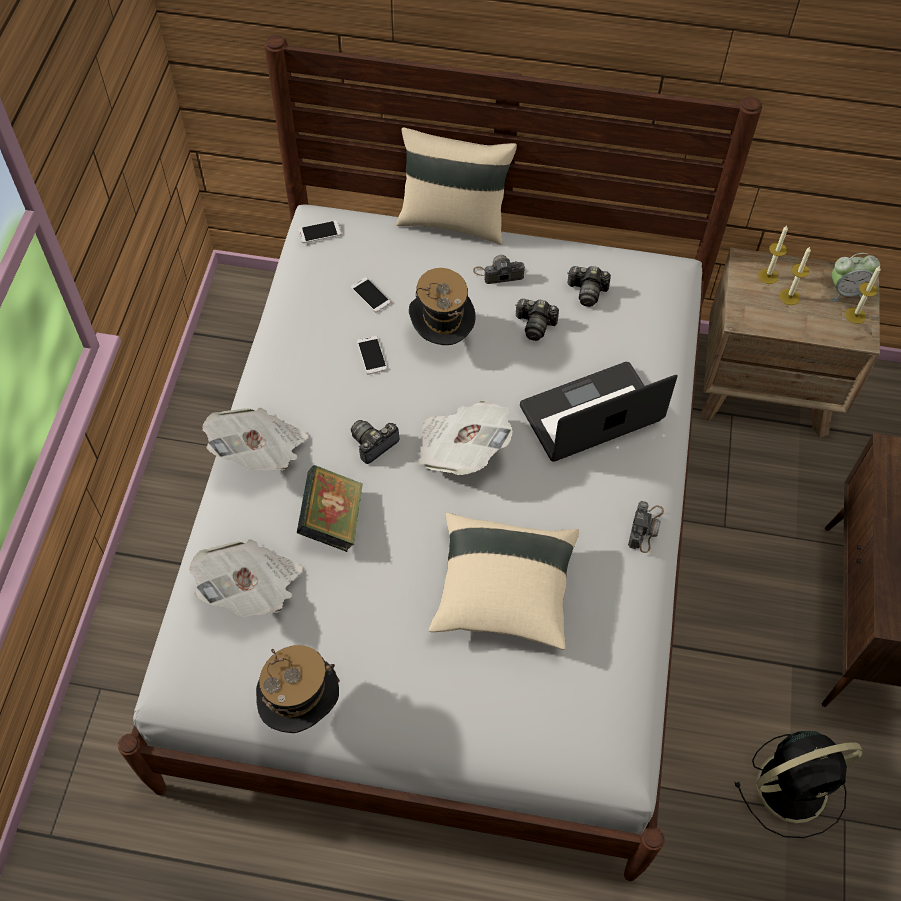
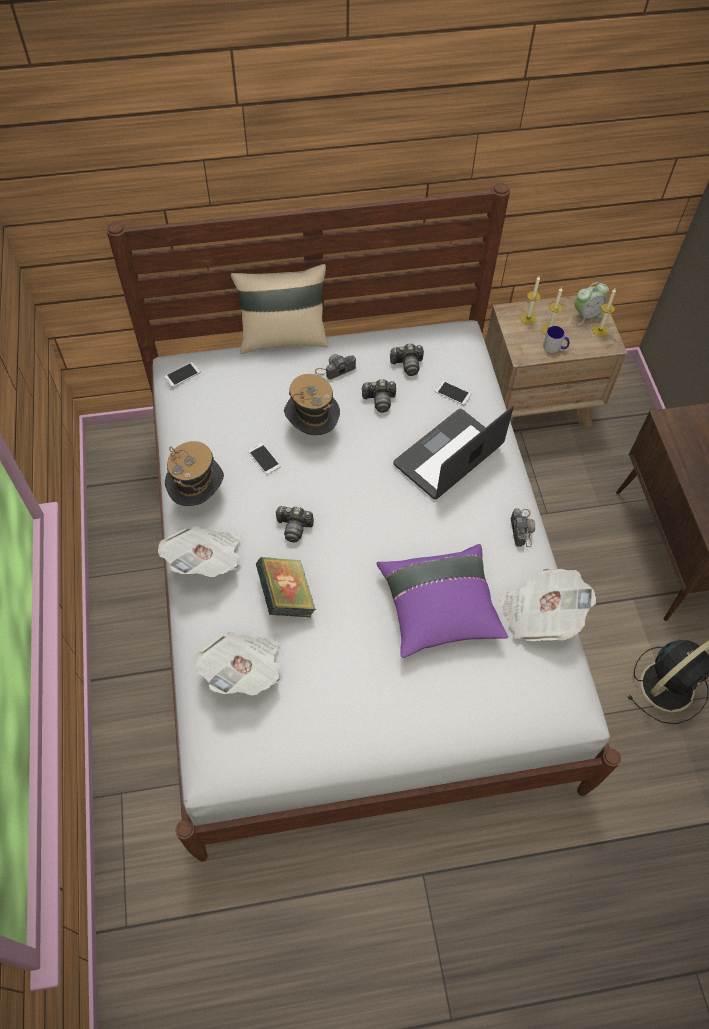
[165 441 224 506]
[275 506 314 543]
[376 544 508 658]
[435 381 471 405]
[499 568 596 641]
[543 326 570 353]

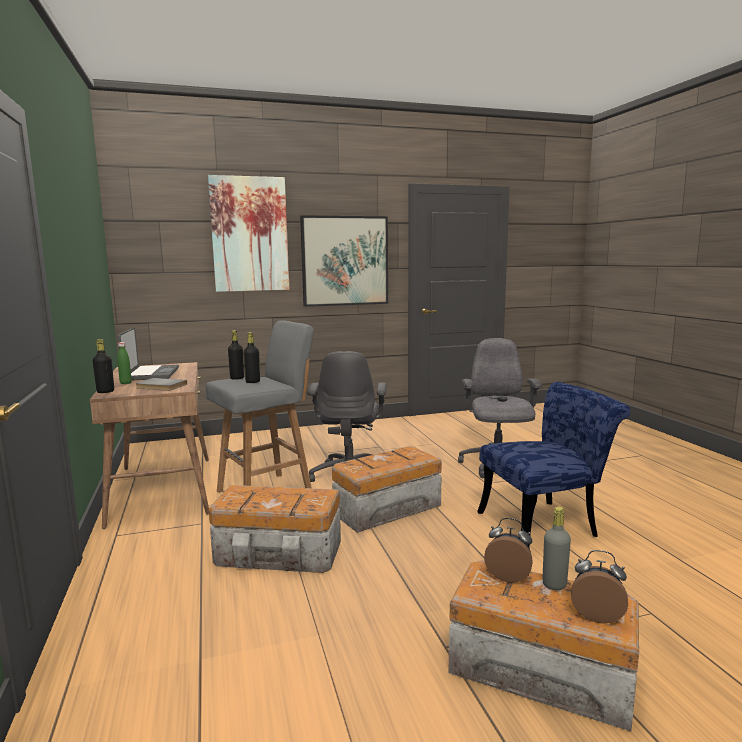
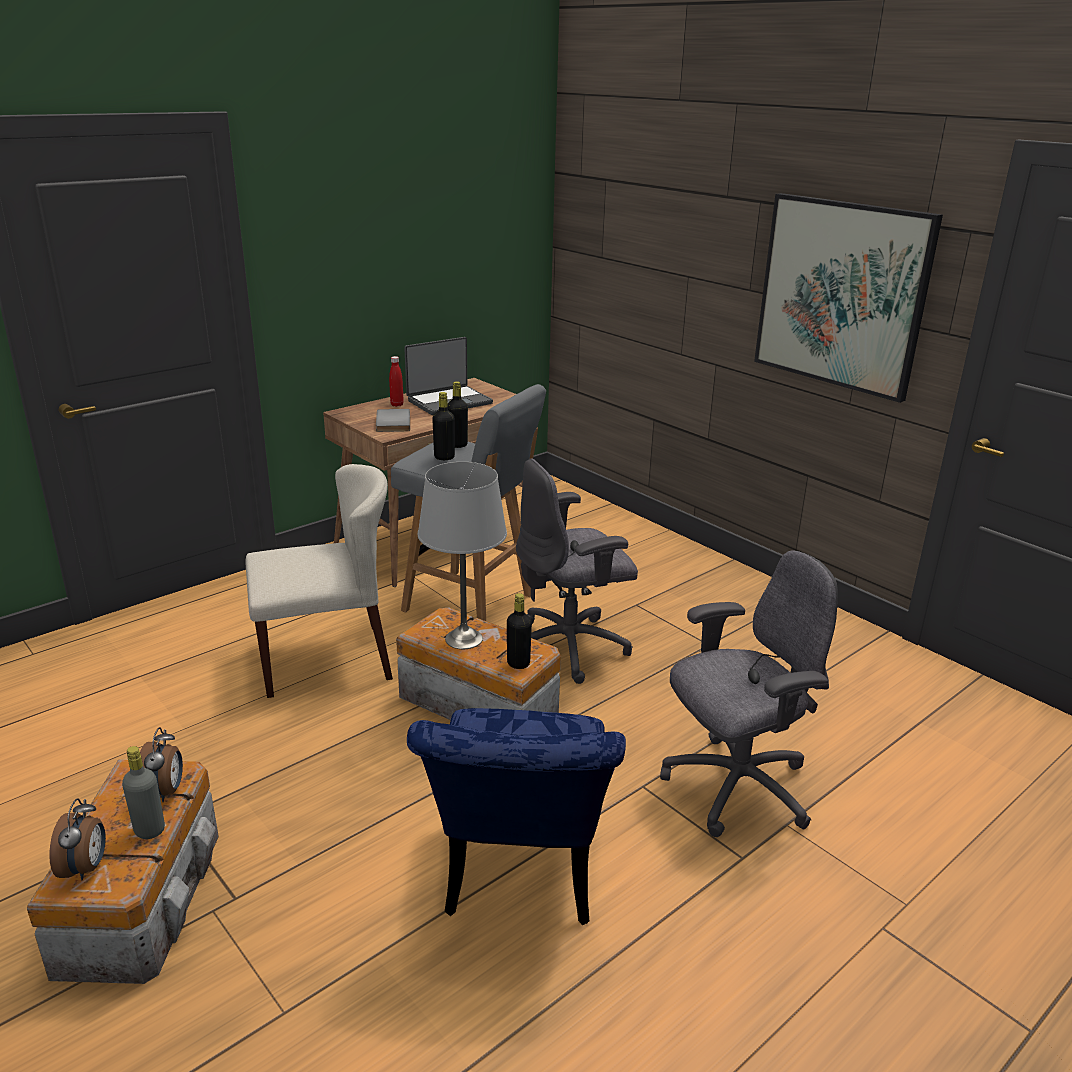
[245 464 393 698]
[389 356 404 407]
[407 708 626 925]
[418 462 507 649]
[507 593 532 669]
[208 175 289 292] (first image)

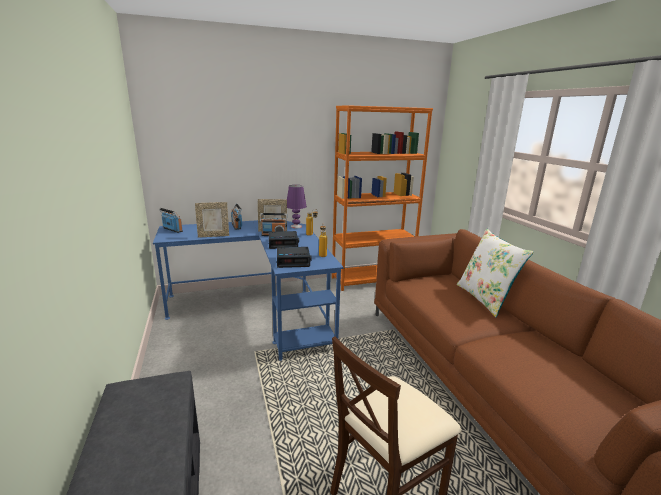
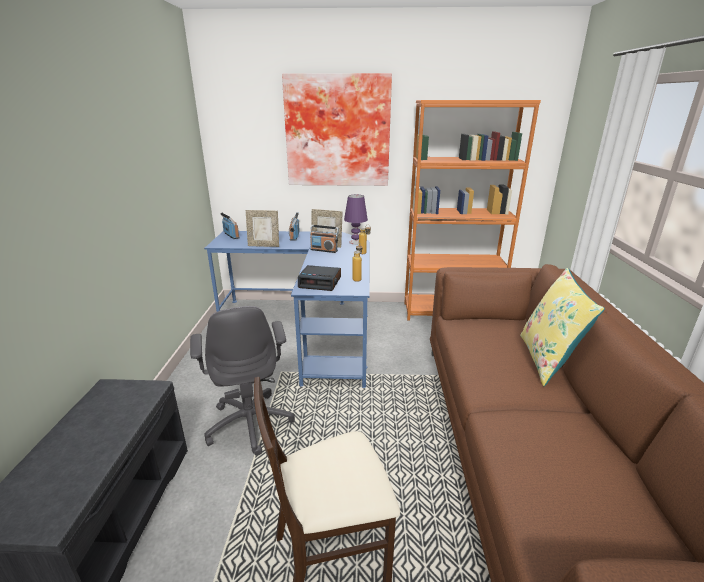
[190 306 295 455]
[282 73 392 186]
[520 268 605 386]
[269 231 299 249] (first image)

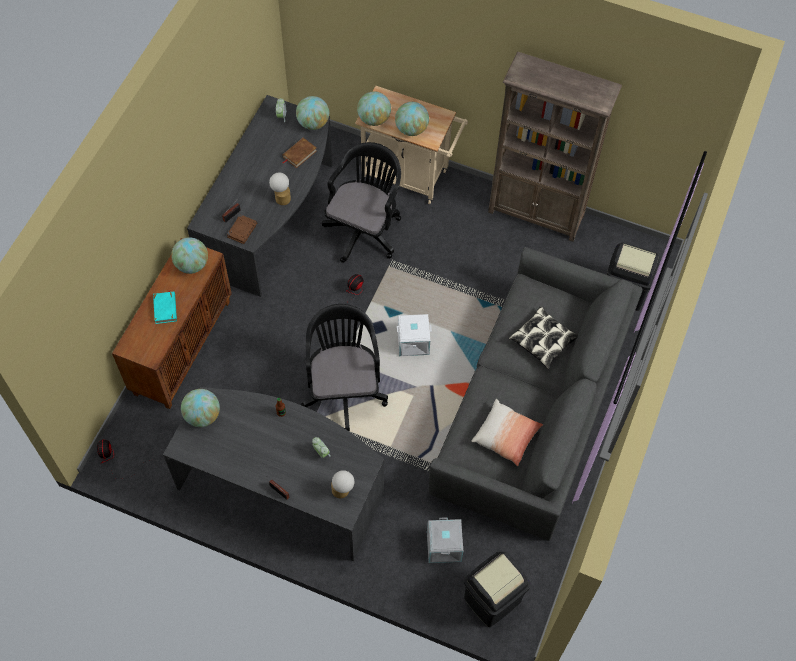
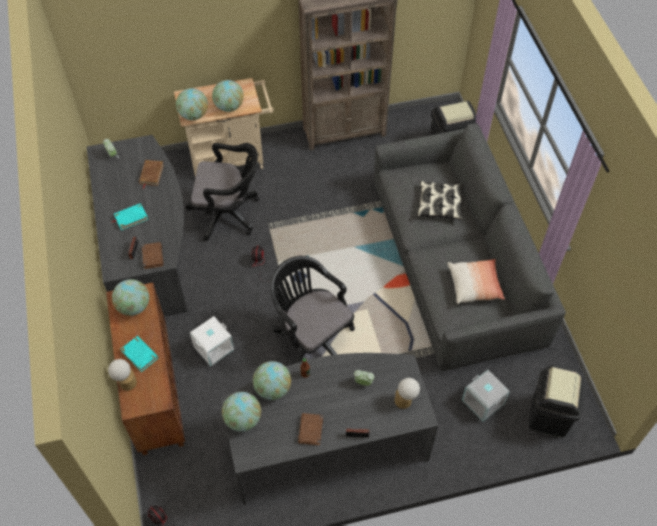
[108 359 137 391]
[111 203 148 230]
[186 143 259 241]
[190 316 234 367]
[253 361 291 400]
[298 413 323 445]

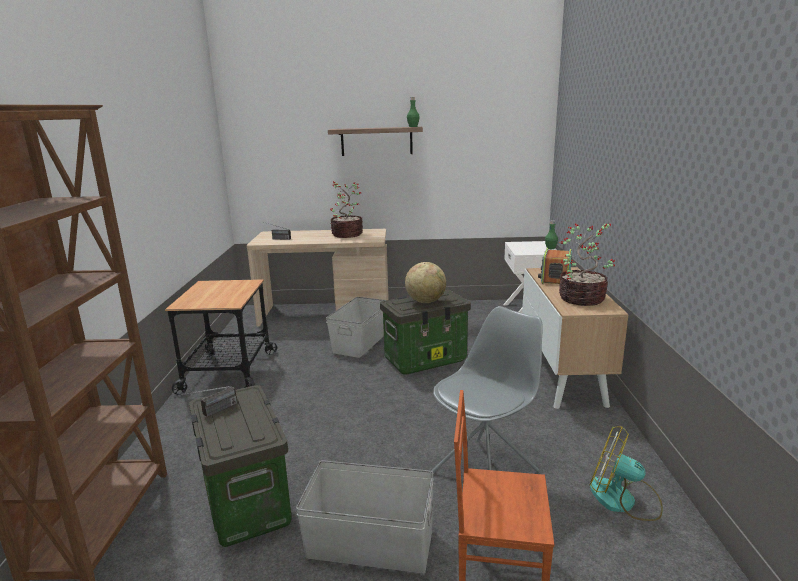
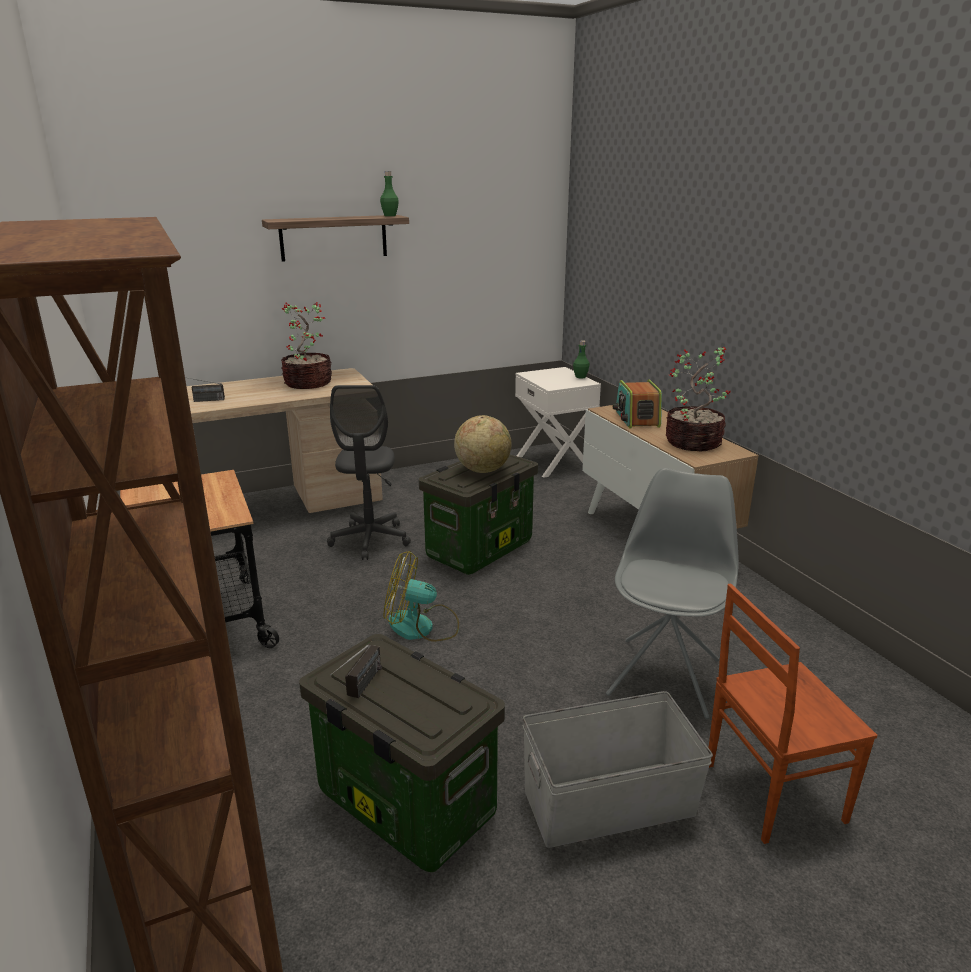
[327 385 411 560]
[384 551 459 642]

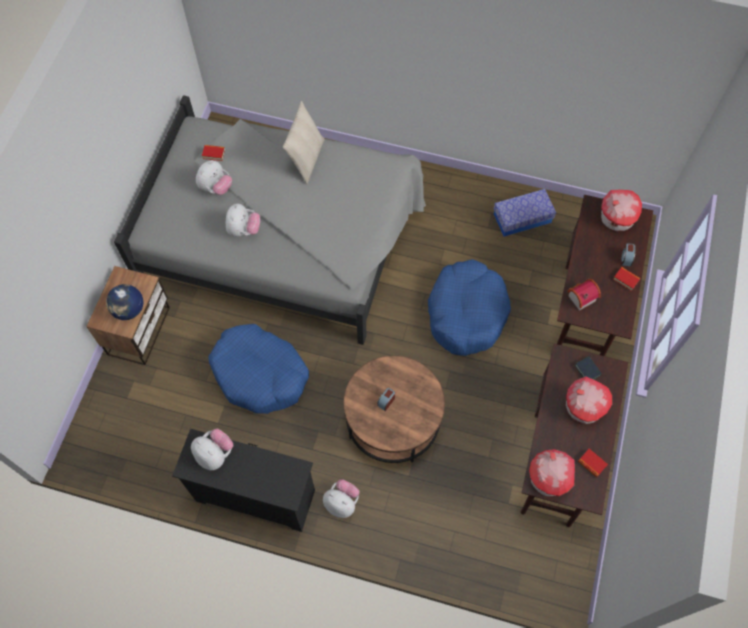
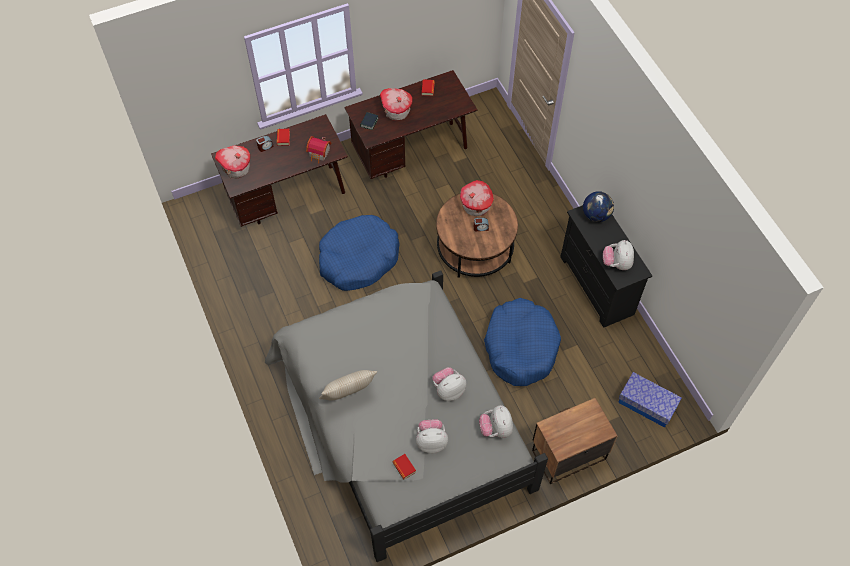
[460 180 494 216]
[479 405 513 438]
[583 191 614 222]
[618 372 682 428]

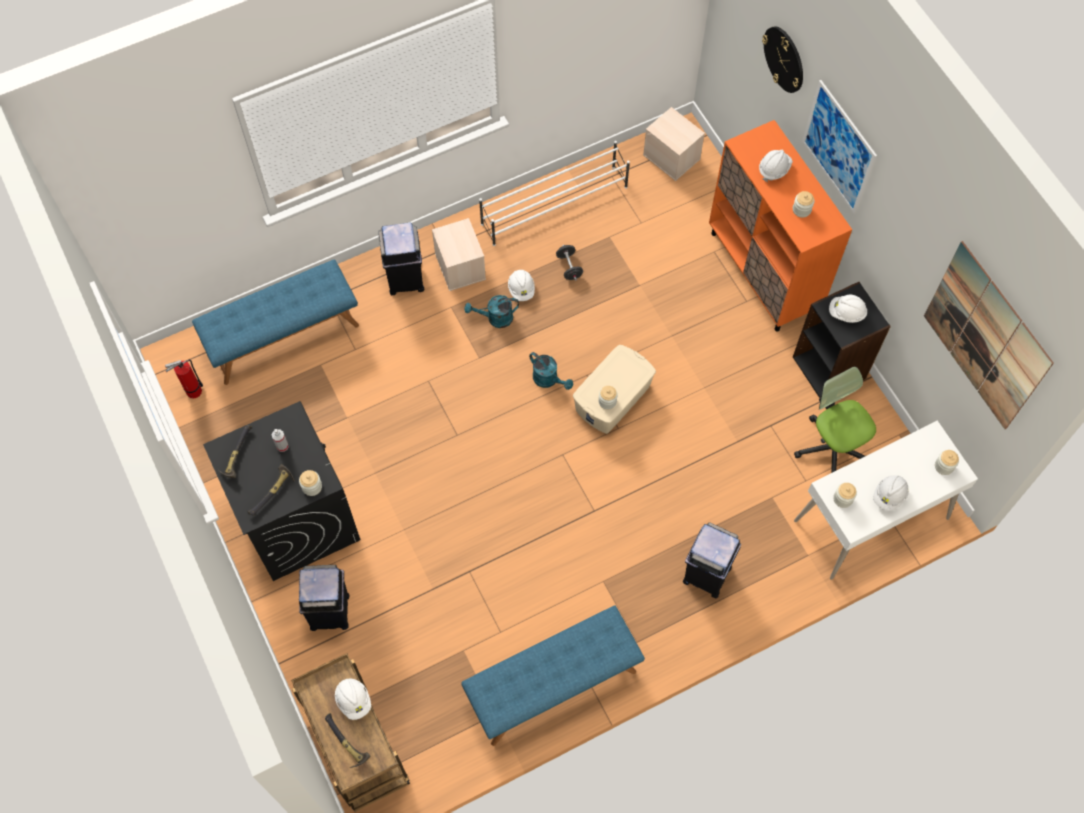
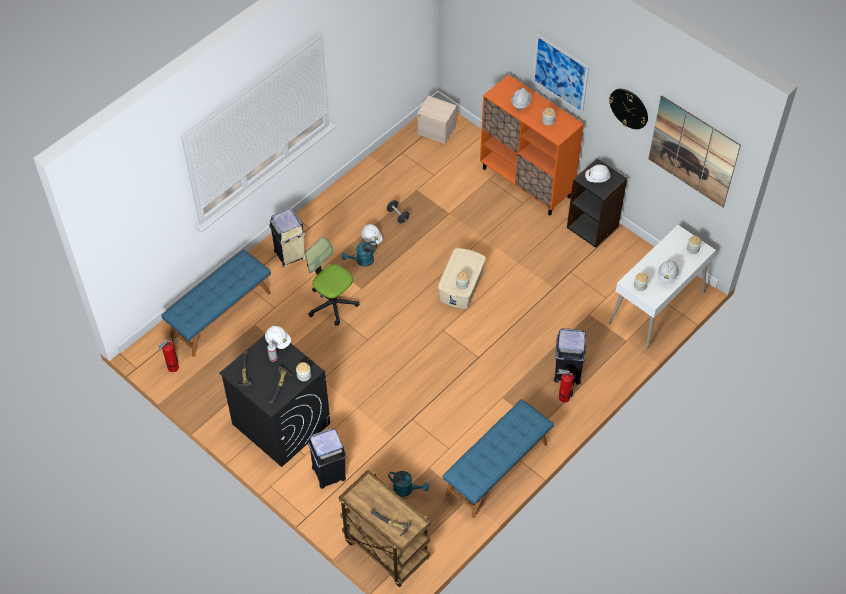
[265 326 291 349]
[269 209 306 267]
[306 237 360 326]
[388 471 429 497]
[556 369 576 402]
[609 89 648 129]
[432 218 486 291] (first image)
[479 141 630 246] (first image)

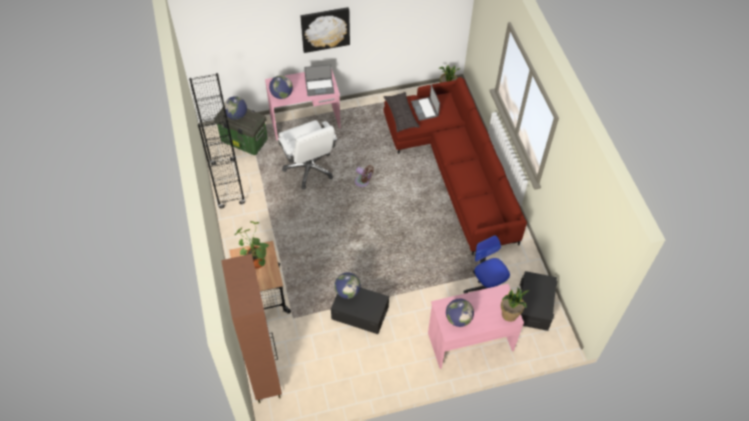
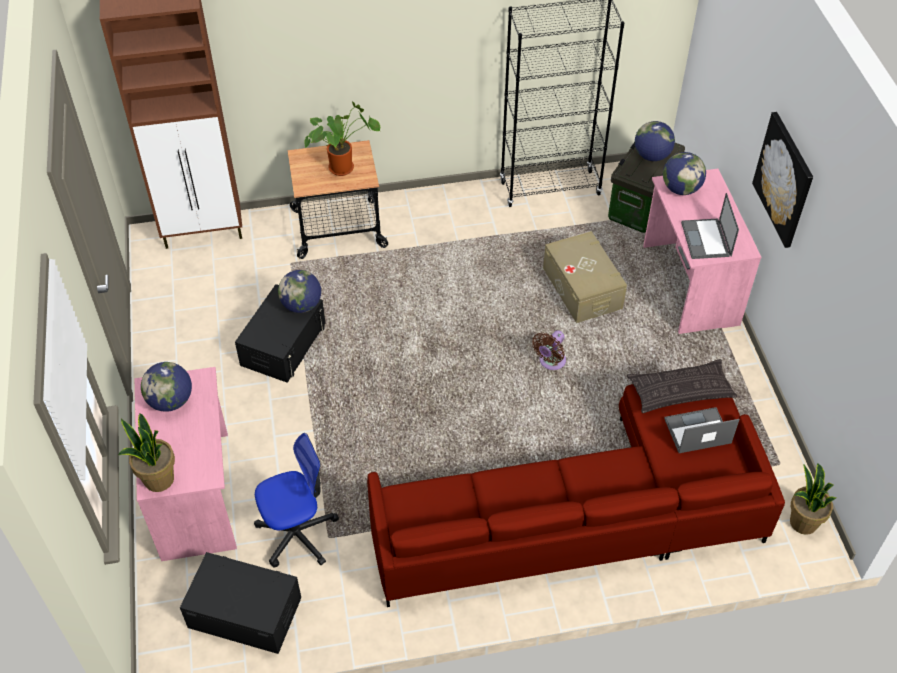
[543 231 627 323]

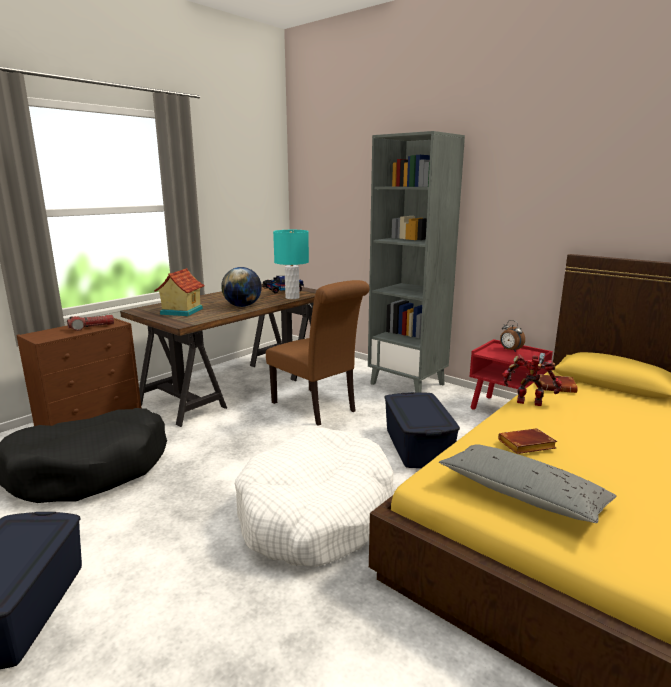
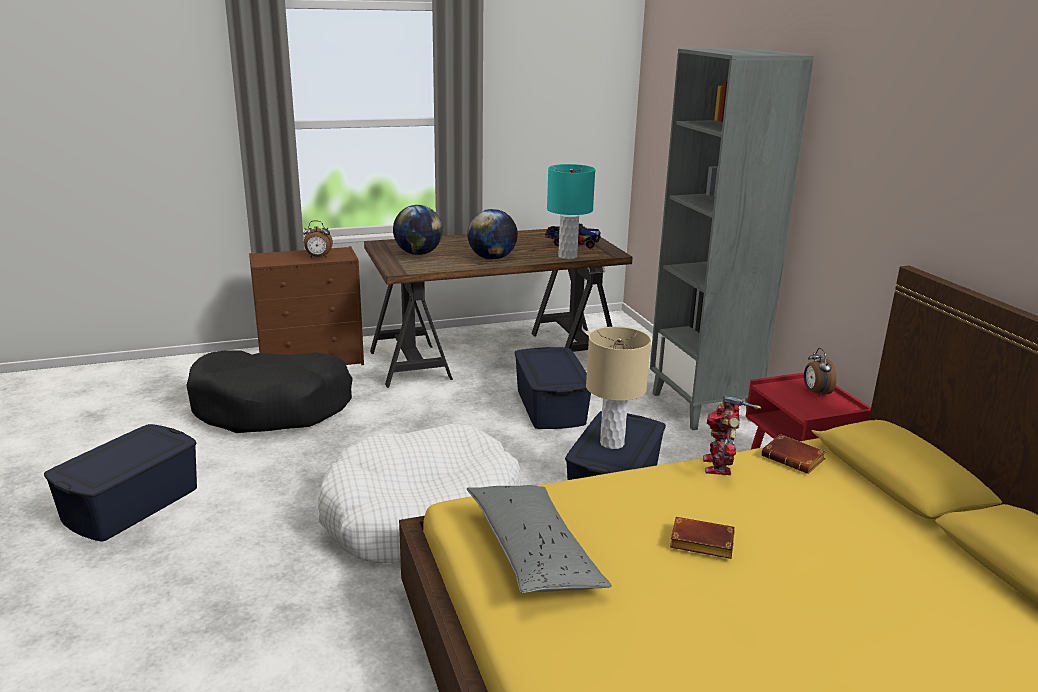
[303 220 333 258]
[393 205 443 255]
[514 347 591 429]
[586 327 651 449]
[670 517 735 559]
[703 396 761 475]

